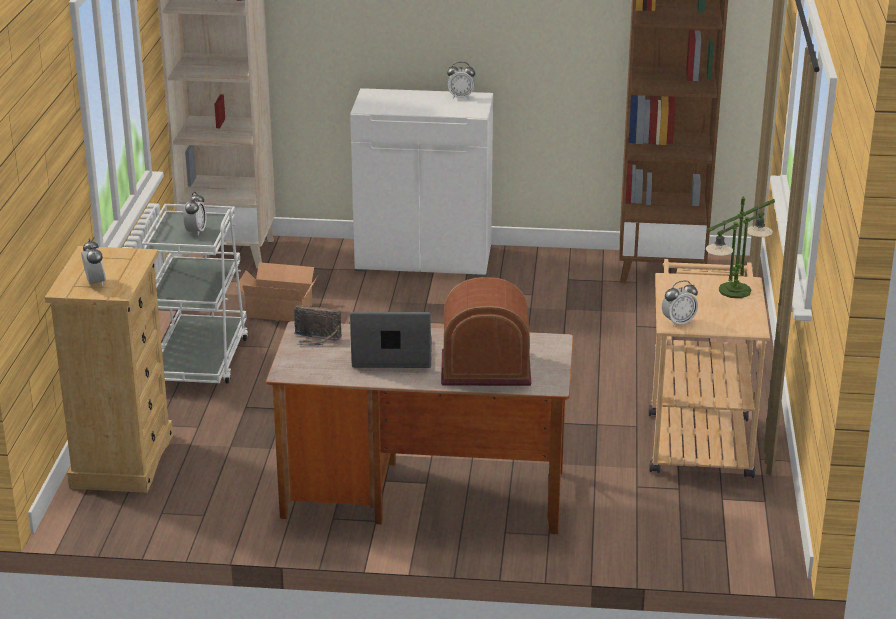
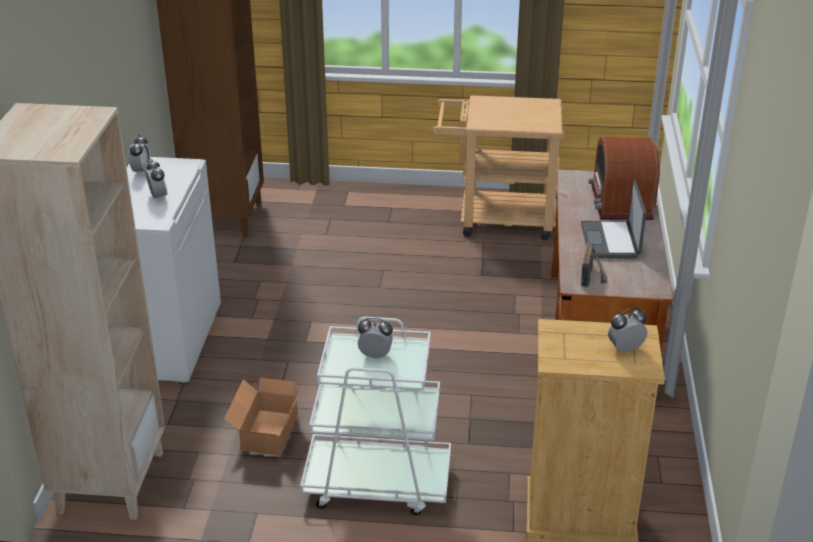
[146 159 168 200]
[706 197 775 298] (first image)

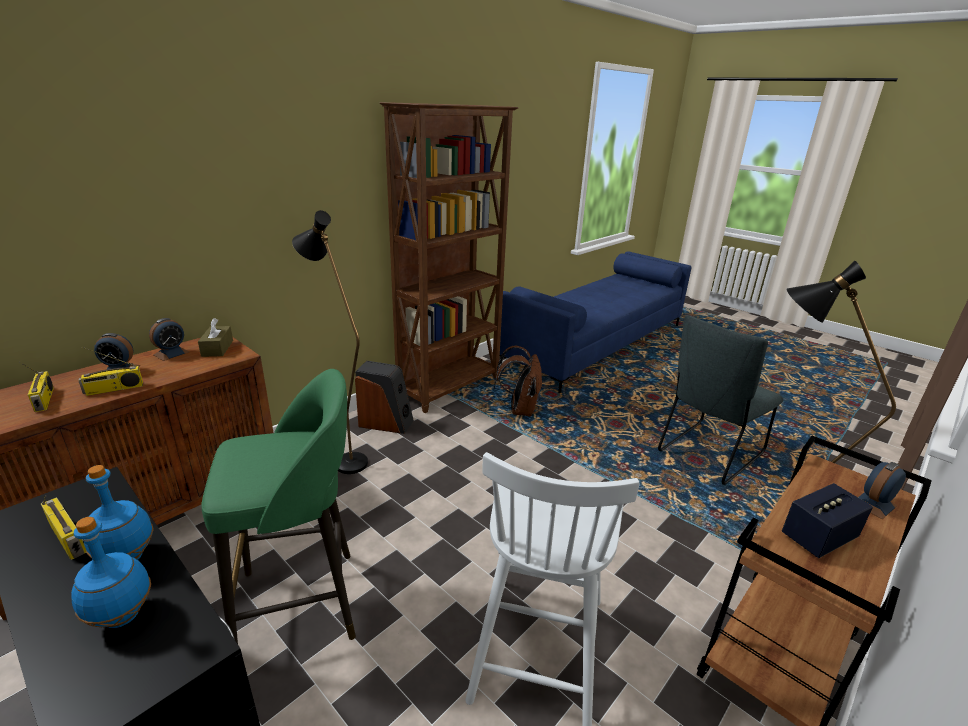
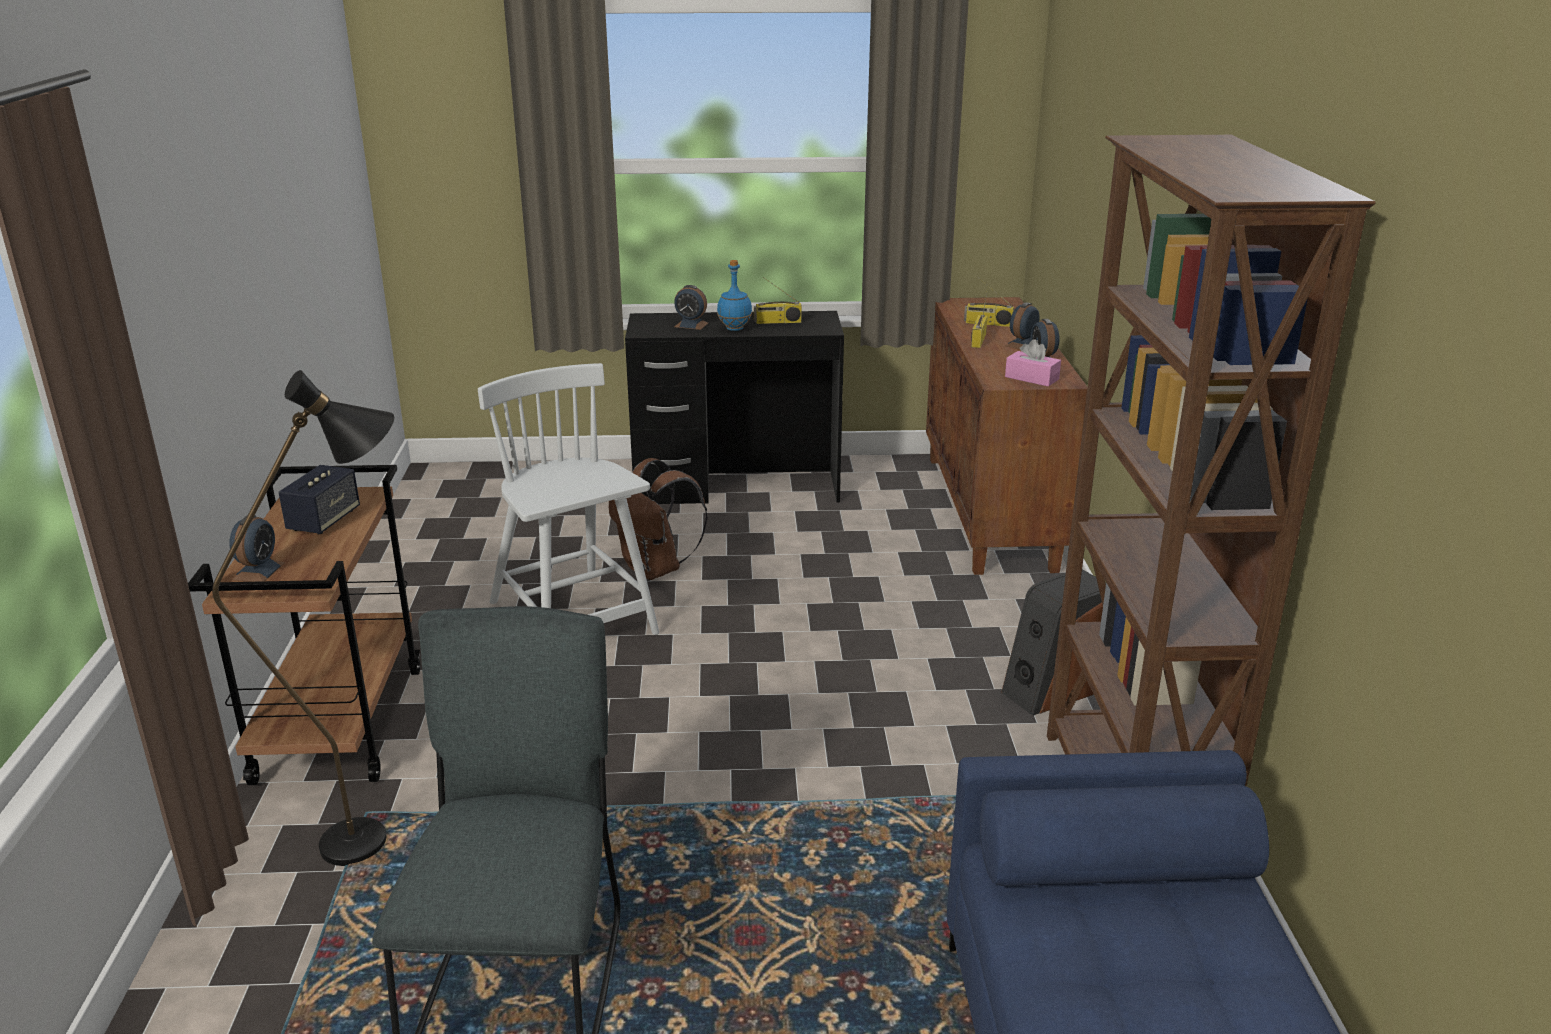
[609 458 707 580]
[674 285 708 330]
[1005 339 1061 387]
[201 369 356 644] (first image)
[292 210 368 474] (first image)

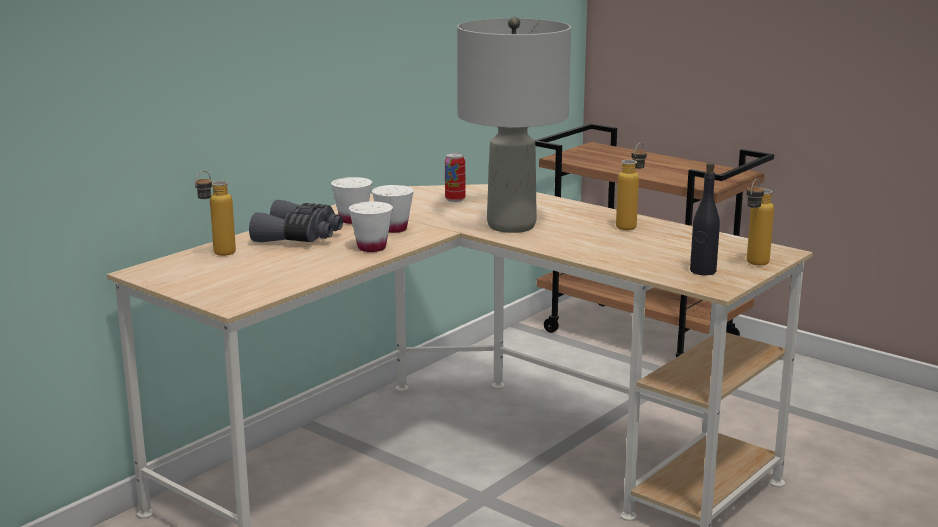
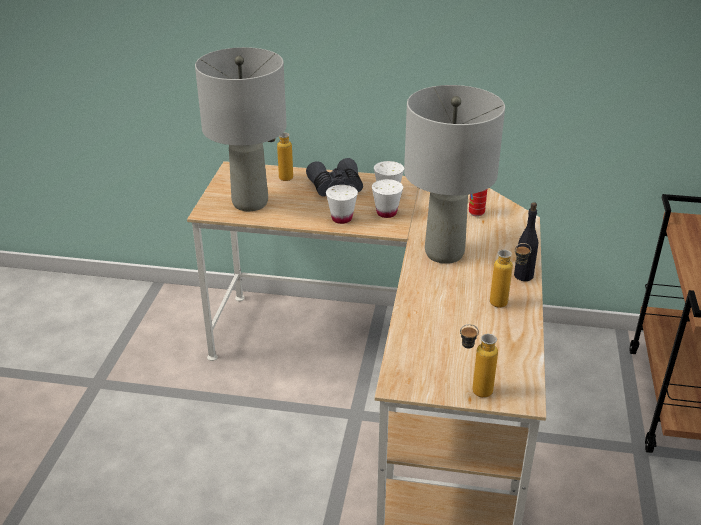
[195 47 287 211]
[514 202 538 281]

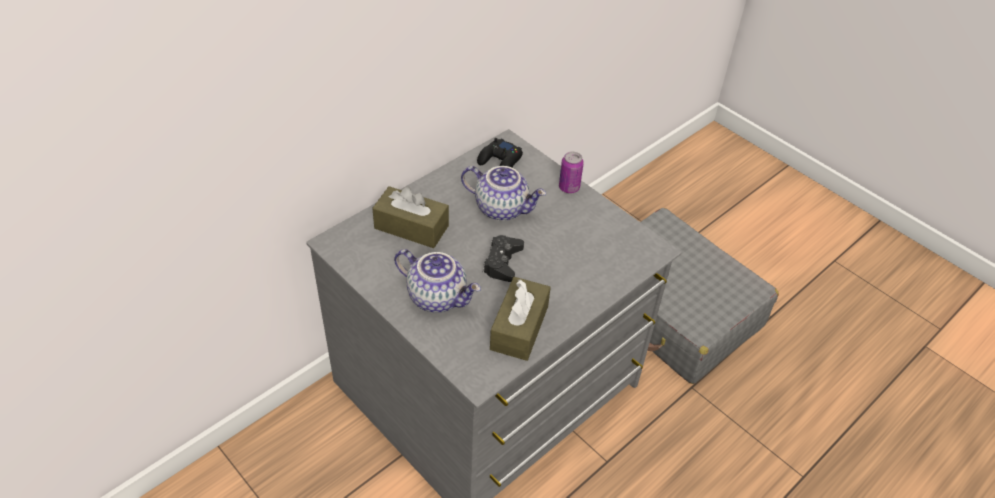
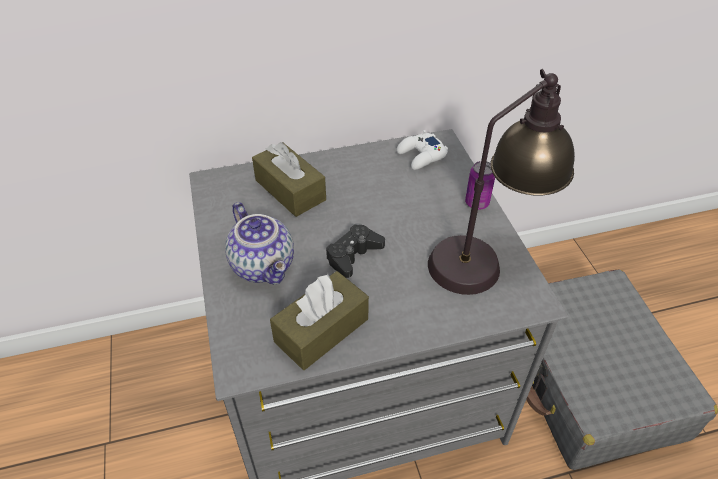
[397 130 448 170]
[428 69 575 295]
[461 166 546 221] (first image)

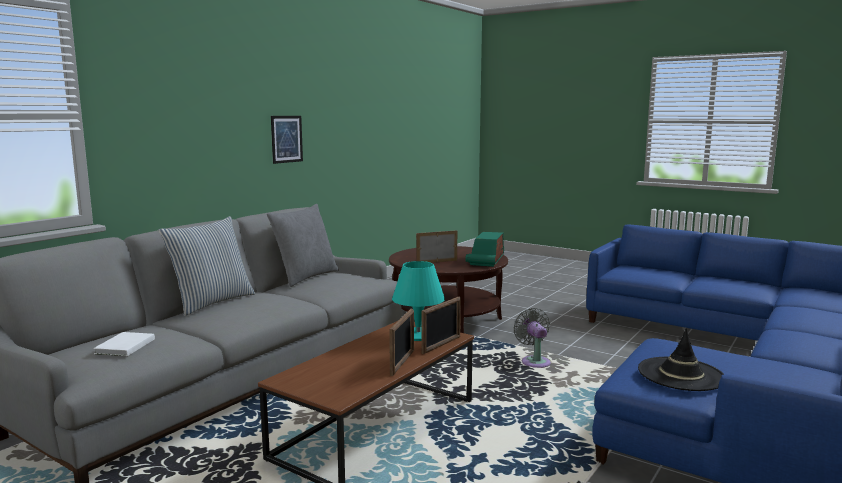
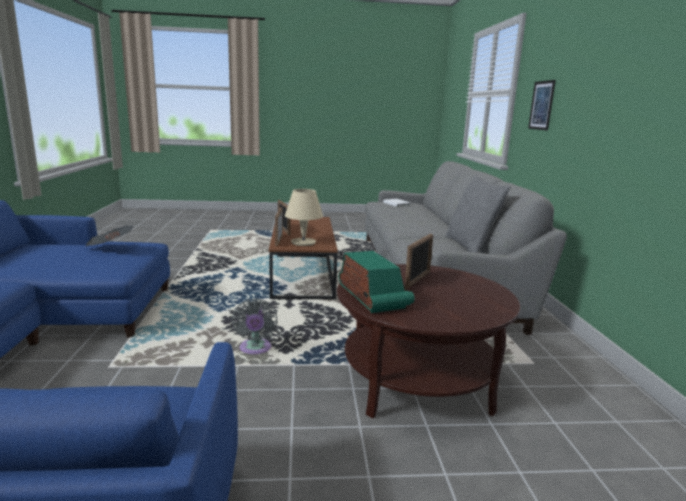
[86 225 134 246]
[232 299 278 354]
[285 189 323 246]
[528 80 556 131]
[159 216 255 316] (first image)

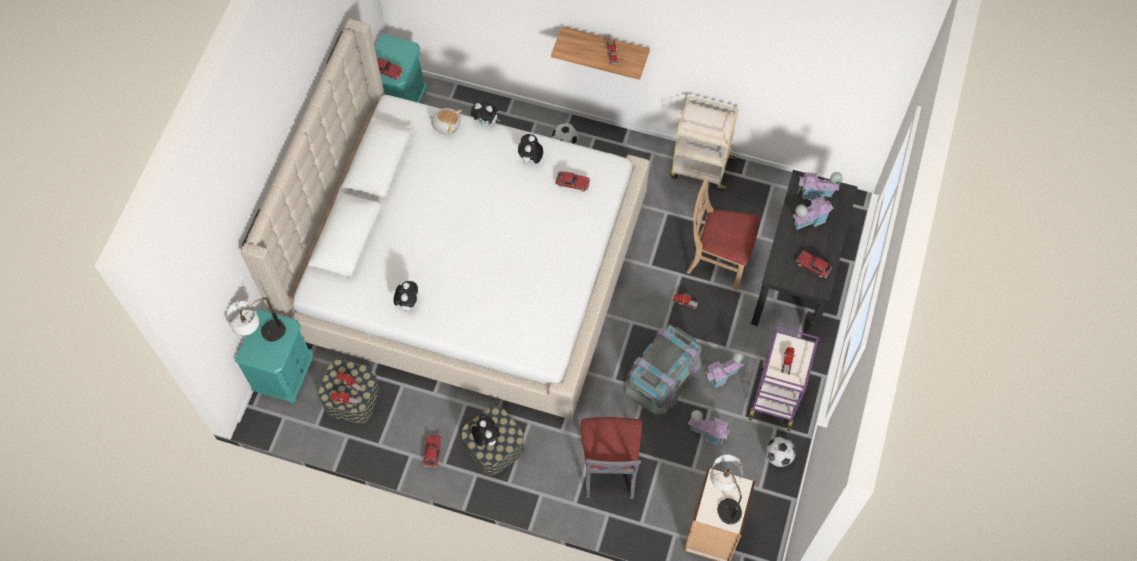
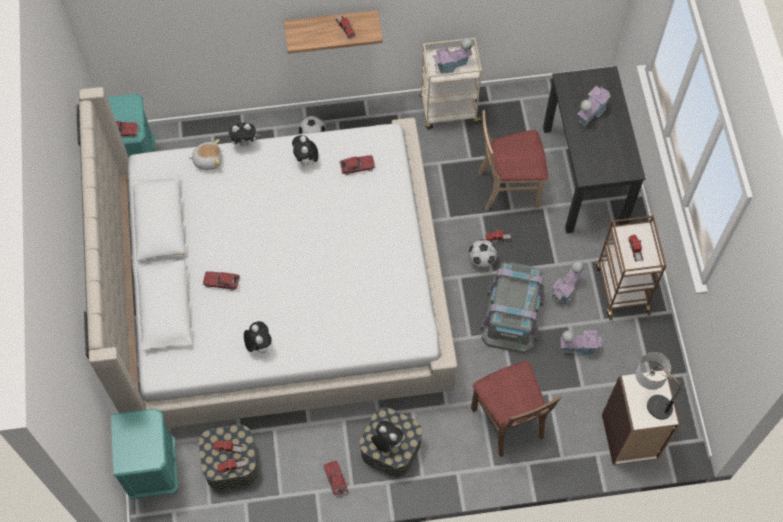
[203 271 240 290]
[432 38 473 74]
[468 239 497 268]
[471 361 561 457]
[596 215 666 320]
[226 298 286 341] (first image)

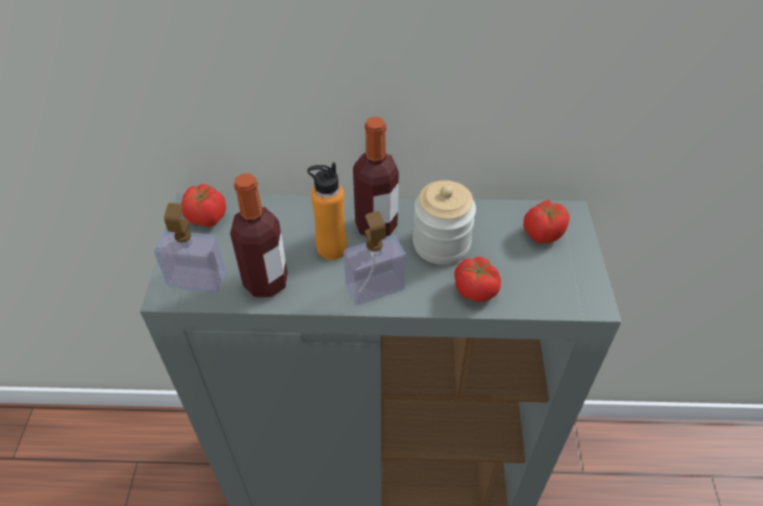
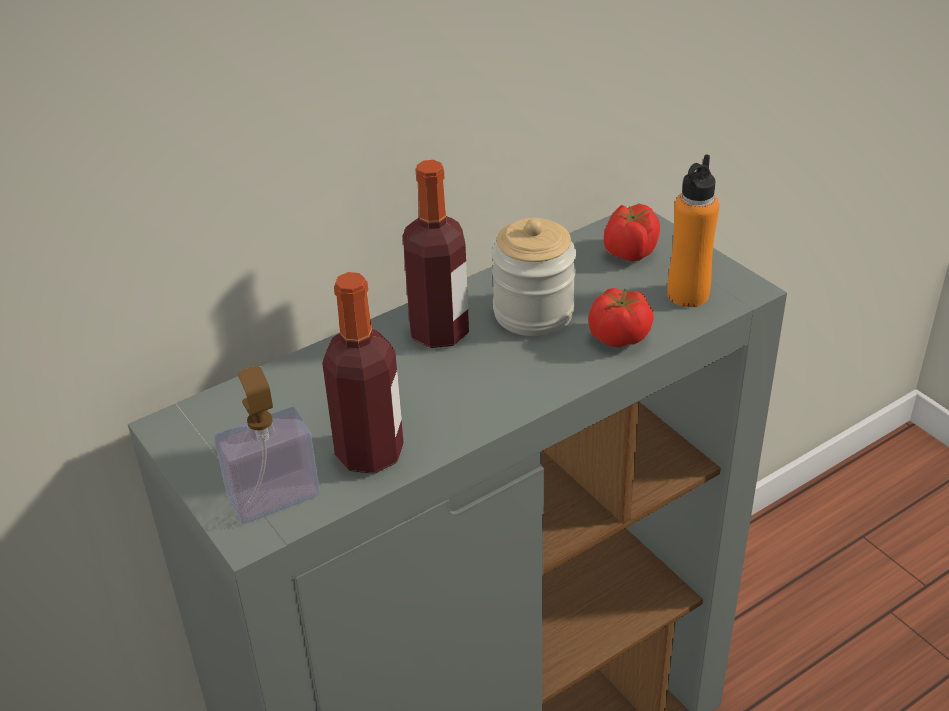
[667 154 719 307]
[181 184 226 227] (first image)
[343 211 406 305] (first image)

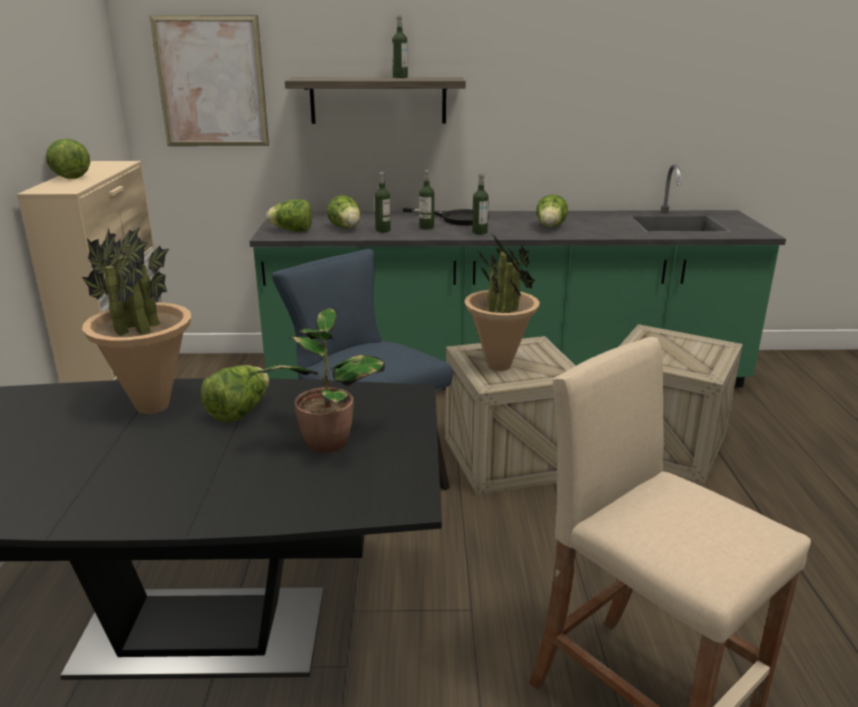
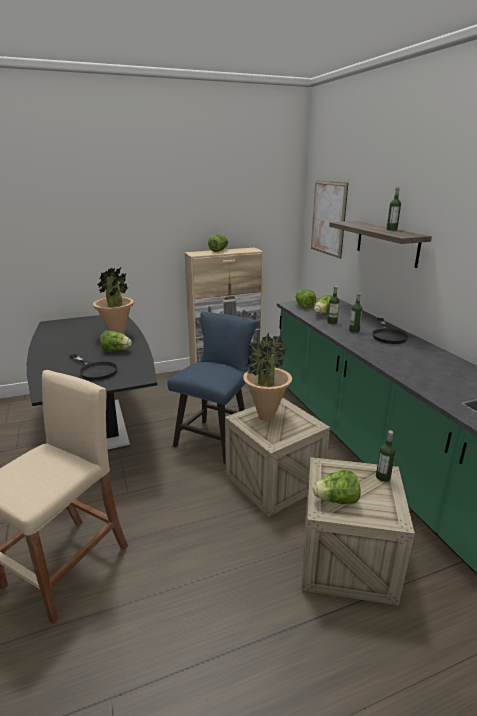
[69 354 118 380]
[313 470 361 504]
[376 430 395 482]

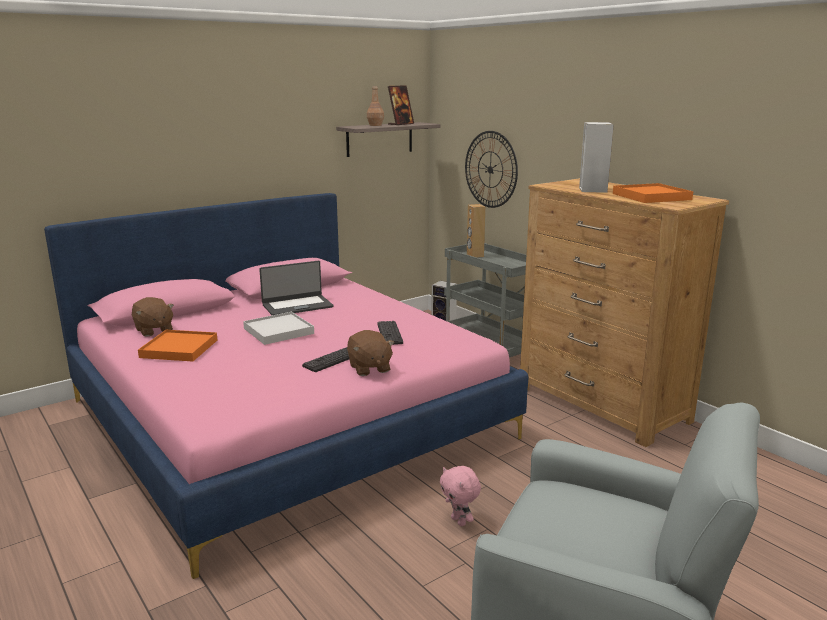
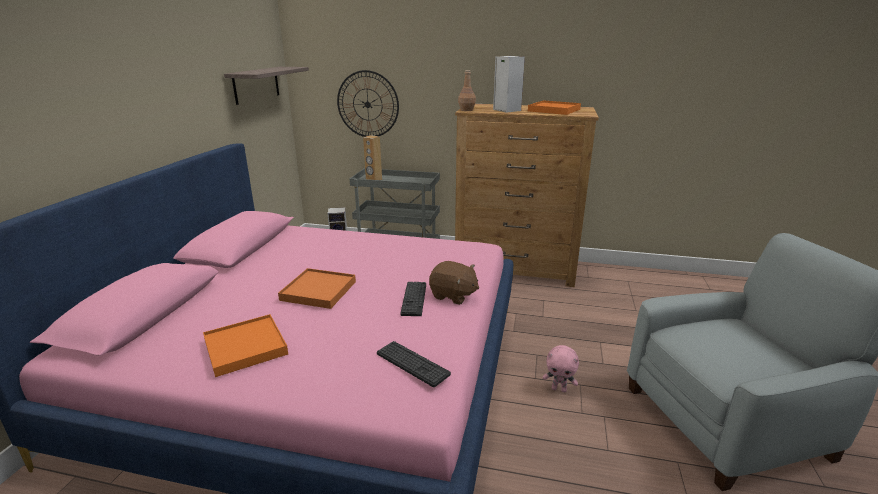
[278 268 356 309]
[377 341 451 387]
[458 70 476 111]
[132 297 174 337] (first image)
[259 261 334 315] (first image)
[388 85 414 125] (first image)

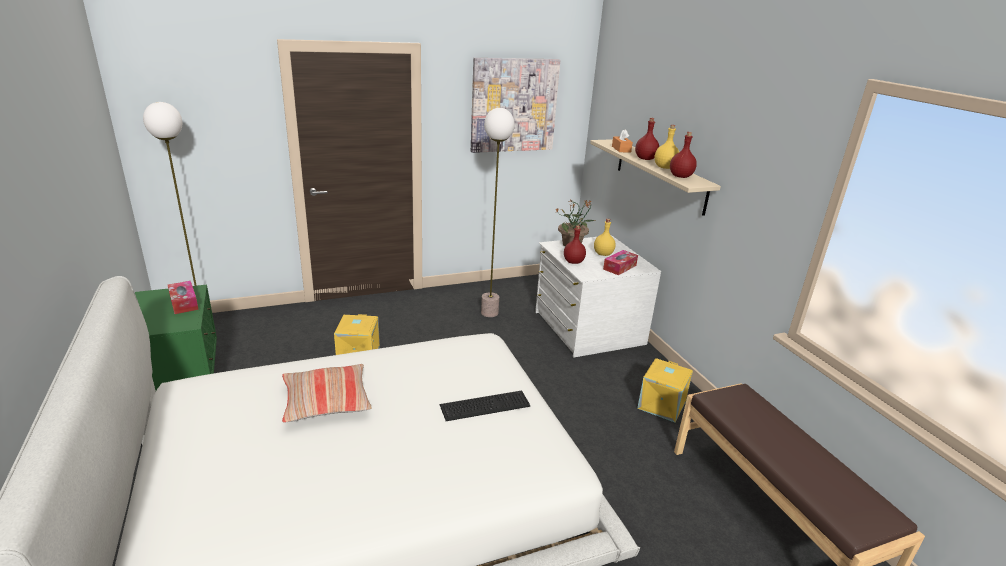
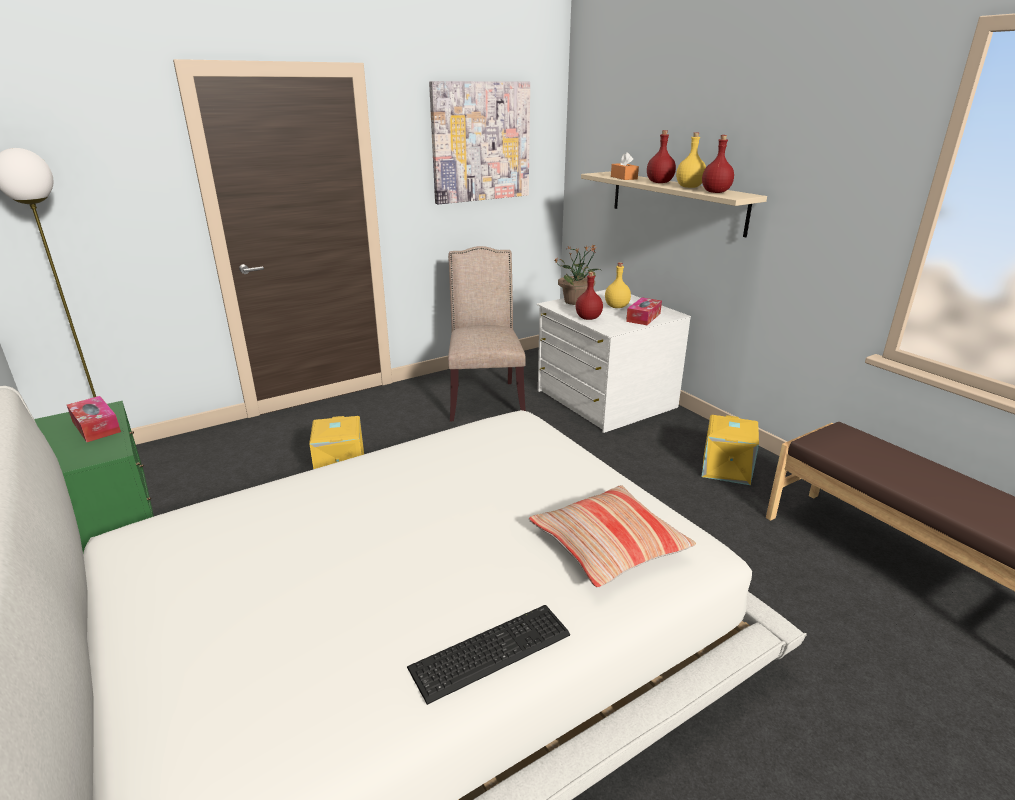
[407 605 570 705]
[448 246 526 422]
[529 485 696 588]

